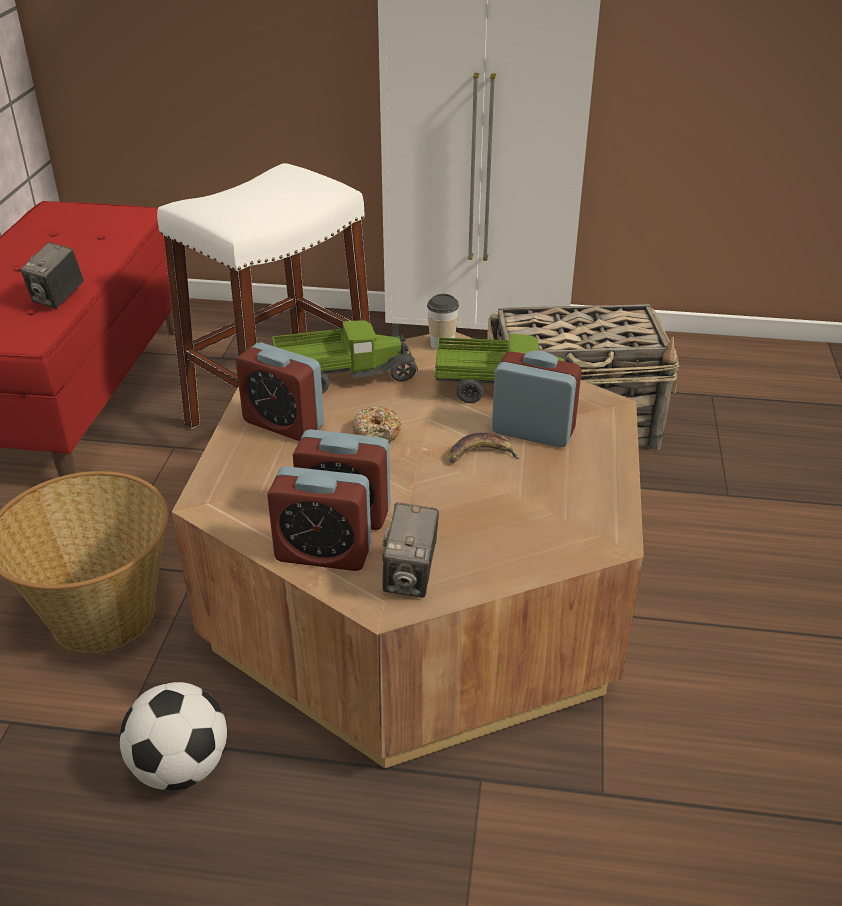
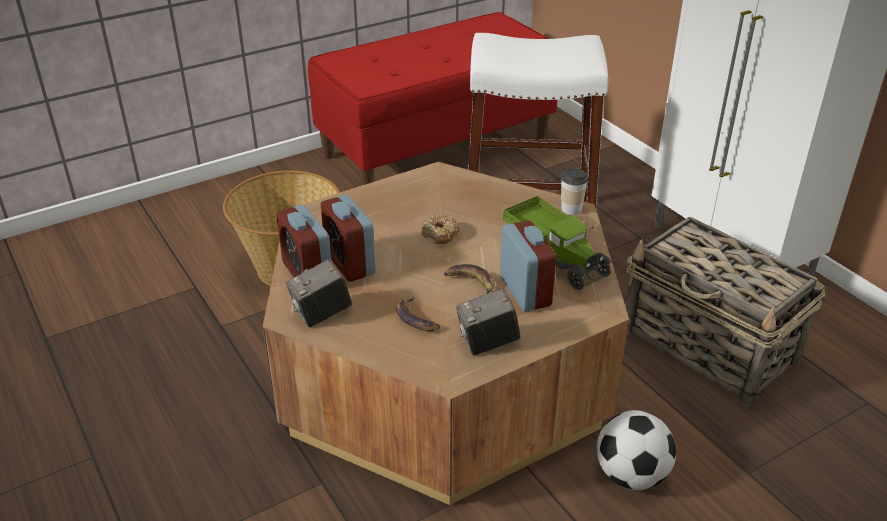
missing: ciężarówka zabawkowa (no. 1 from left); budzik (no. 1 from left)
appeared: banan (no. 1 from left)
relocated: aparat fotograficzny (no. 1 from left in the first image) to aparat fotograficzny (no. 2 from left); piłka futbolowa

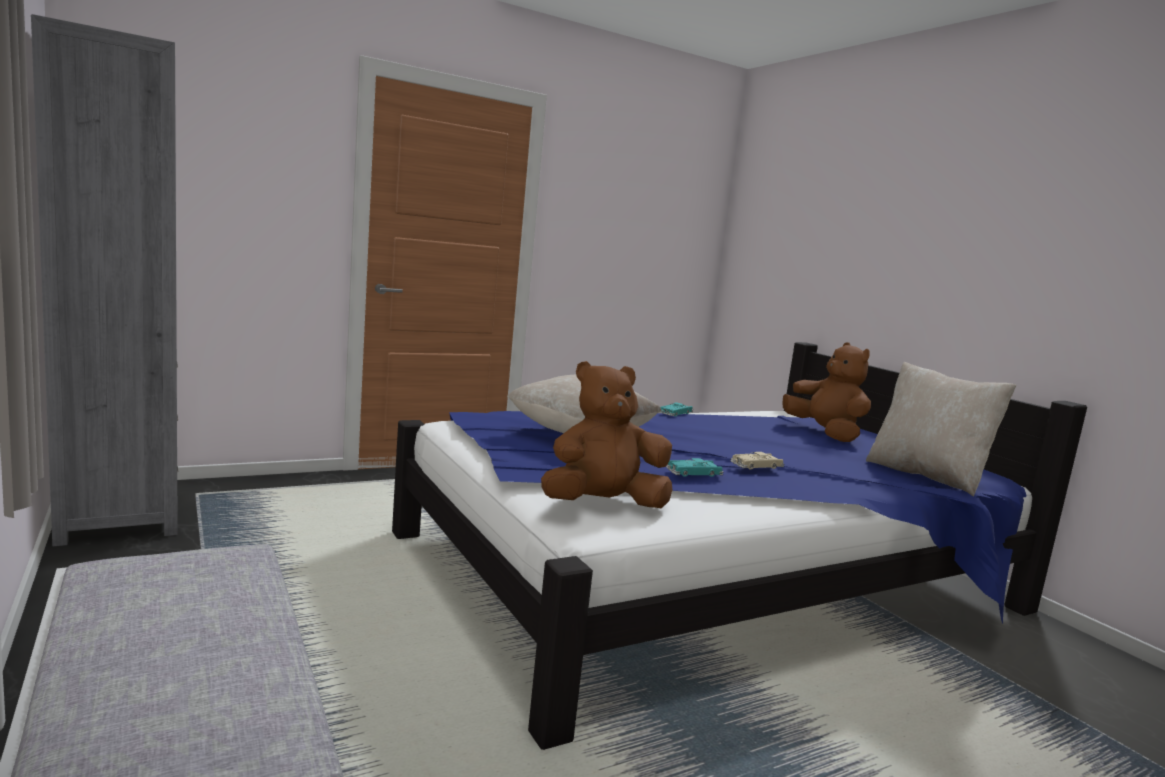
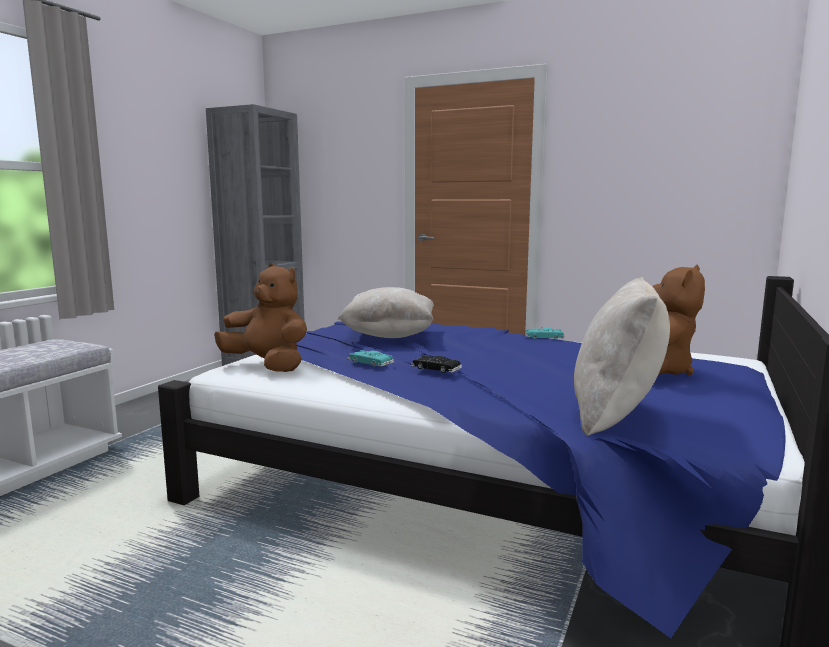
colour: samochodzik [beżowy] to samochodzik [czarny]

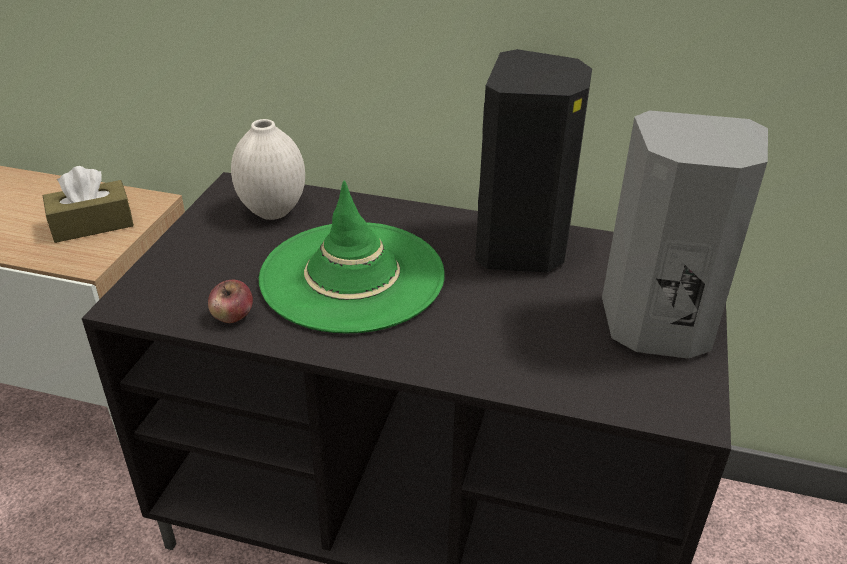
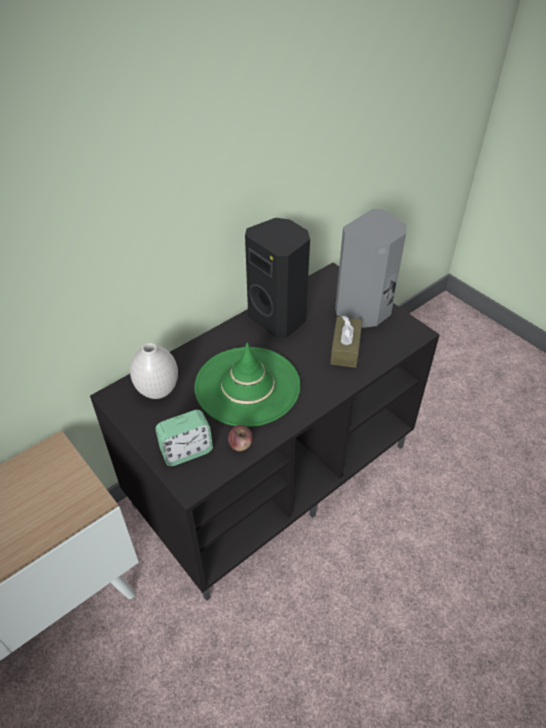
appeared: budzik
relocated: pudełko chusteczek [brązowy]

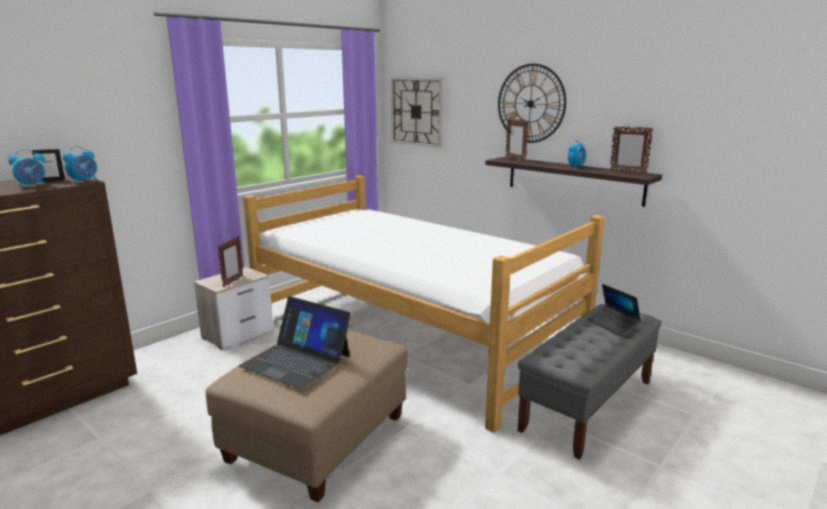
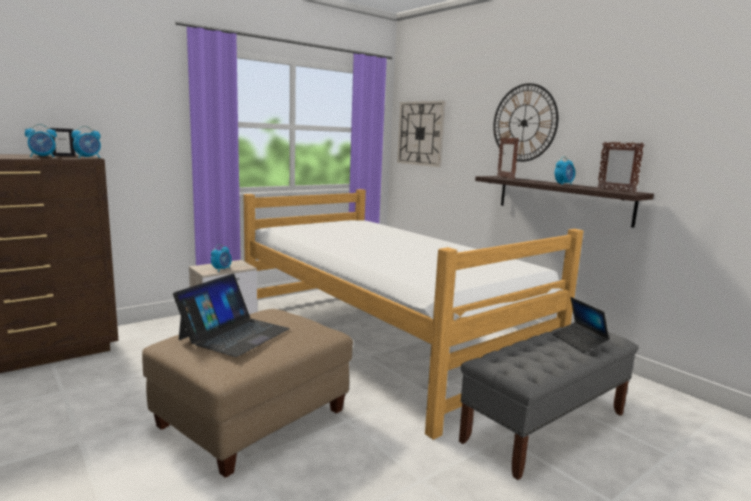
exchanged: ramka na zdjęcie (no. 2 from left) to budzik (no. 3 from left)
spun: laptop (no. 1 from left) 105 degrees counterclockwise

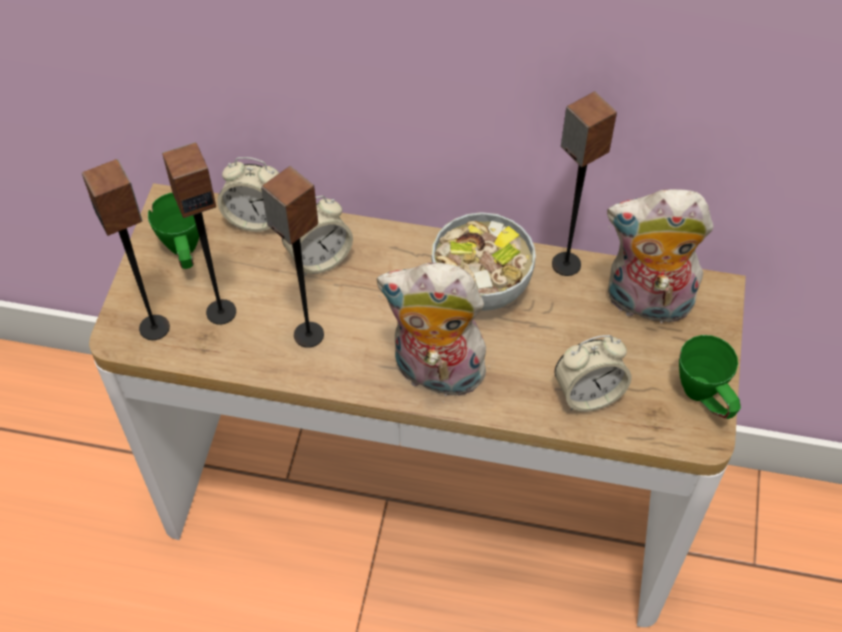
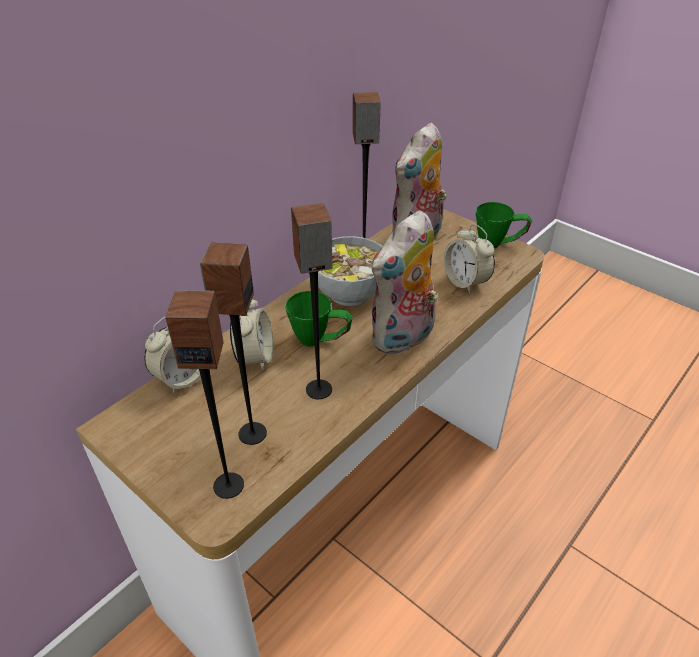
relocated: kubek [zielony] (no. 1 from left)
spun: budzik (no. 3 from left) 135 degrees clockwise

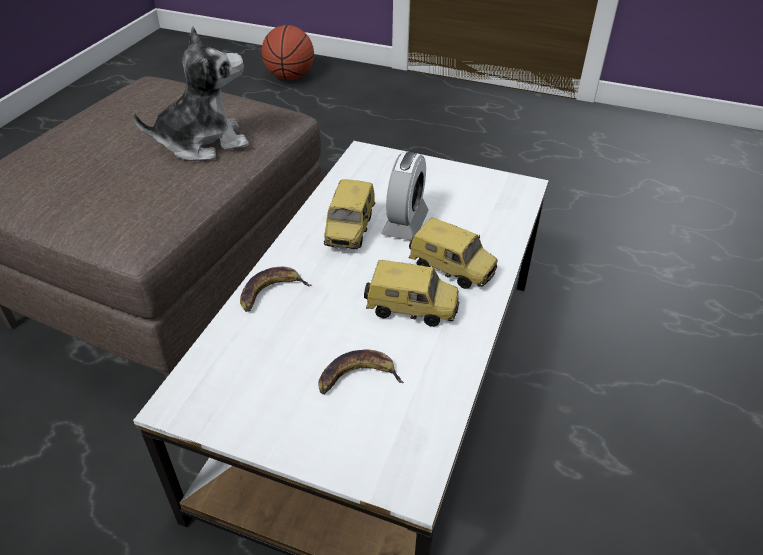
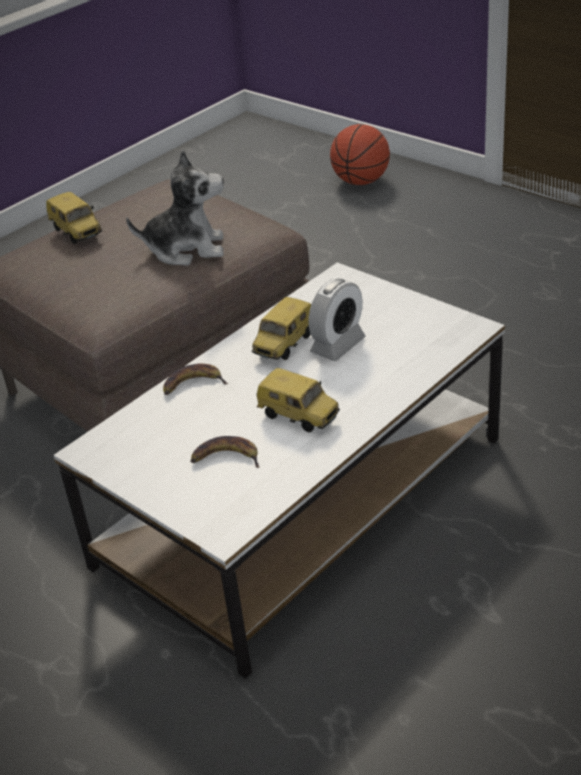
relocated: samochodzik (no. 3 from left in the first image) to samochodzik (no. 1 from left)

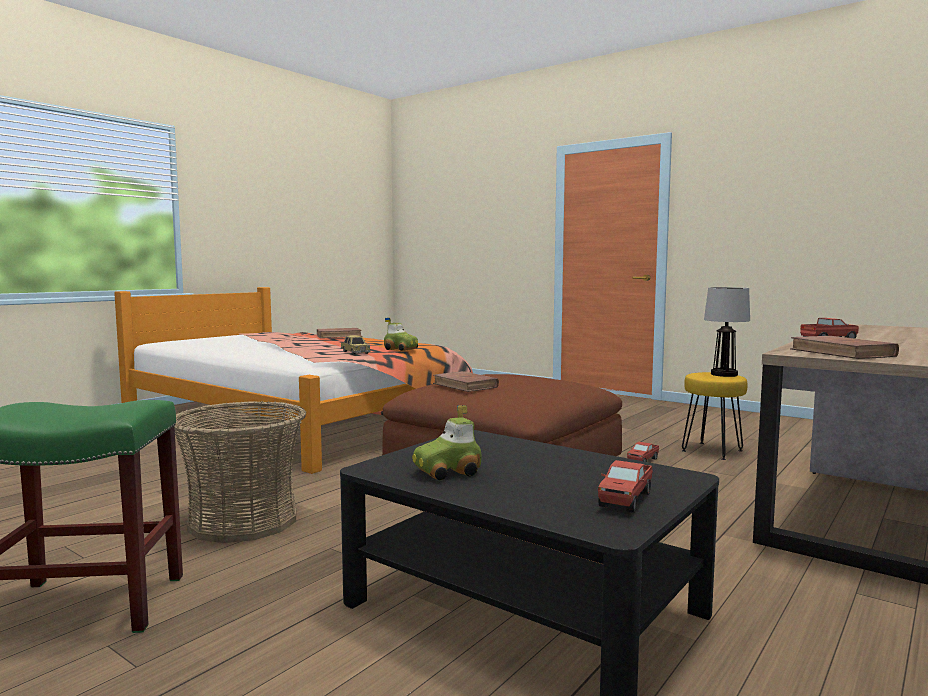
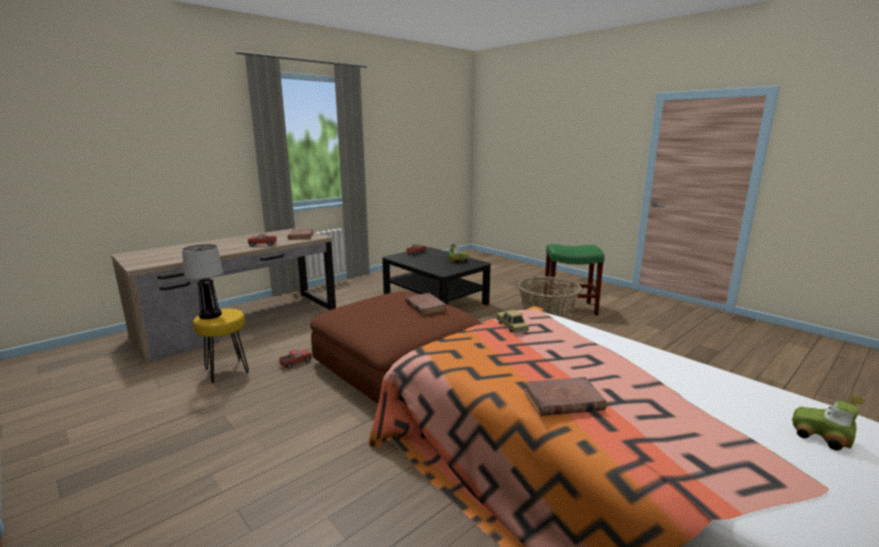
relocated: samochodzik (no. 2 from left in the first image) to samochodzik (no. 3 from left)

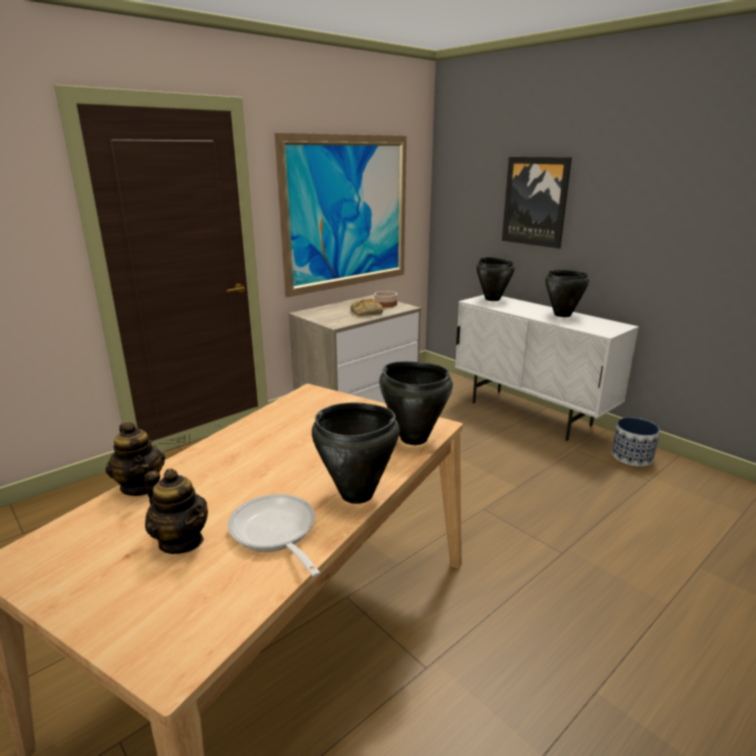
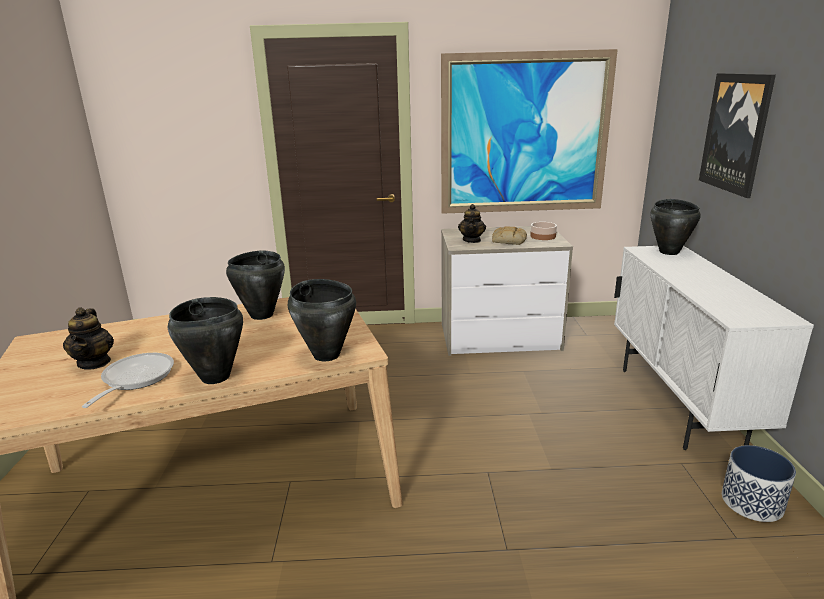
relocated: garnek [czarny] (no. 4 from left in the first image) to garnek [czarny] (no. 2 from left); imbryk (no. 1 from left in the first image) to imbryk (no. 2 from left)

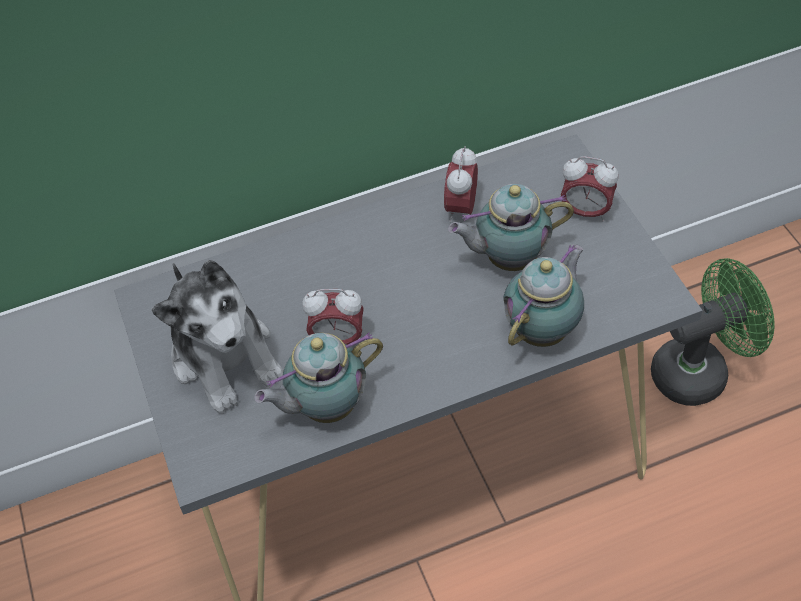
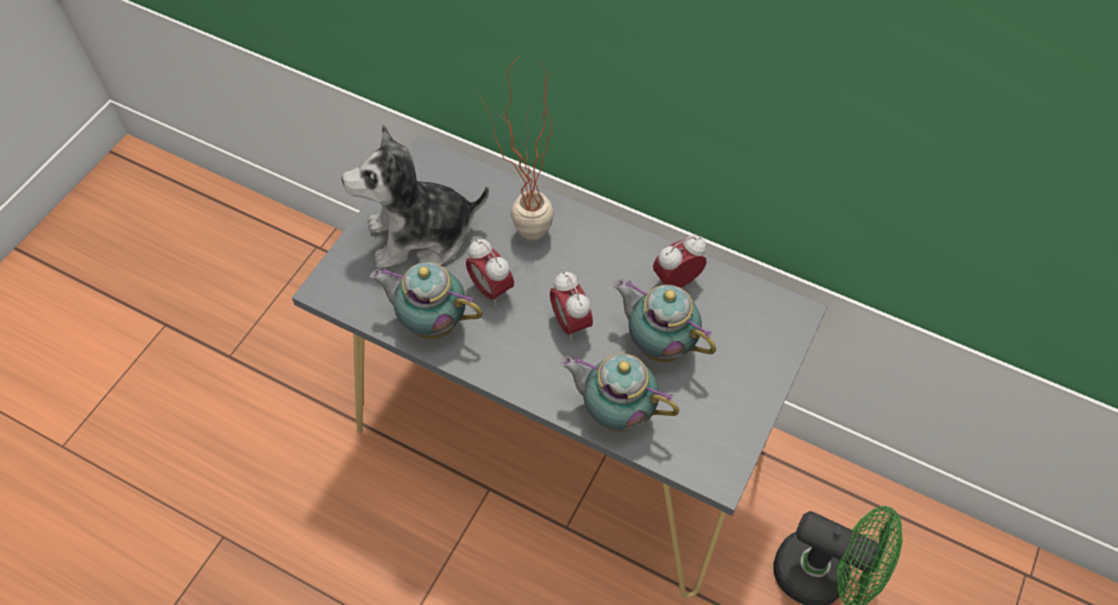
appeared: roślina doniczkowa
relocated: budzik (no. 3 from left in the first image) to budzik (no. 2 from left)
spun: imbryk (no. 3 from left in the first image) 150 degrees counterclockwise; pluszak 60 degrees clockwise

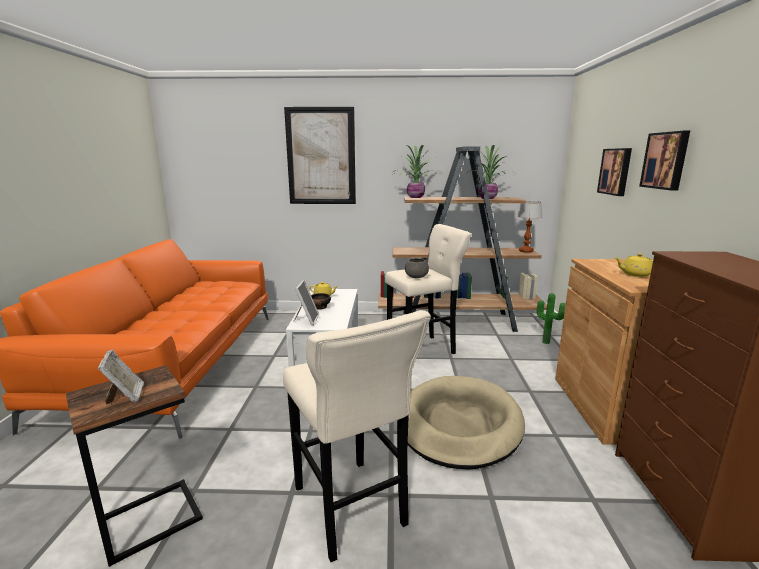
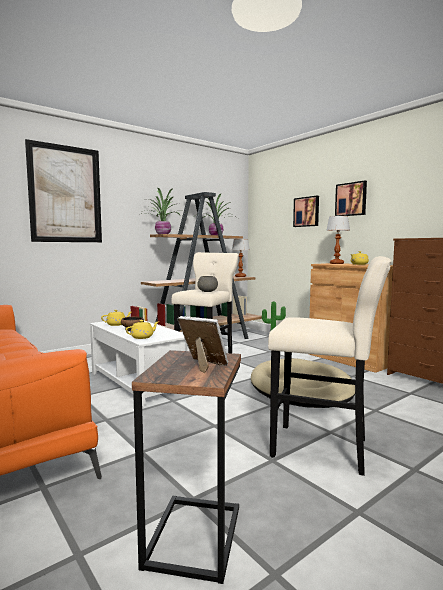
appeared: lampa stołowa (no. 2 from left)
exchanged: ramka na zdjęcie (no. 2 from left) to imbryk [żółty] (no. 2 from left)

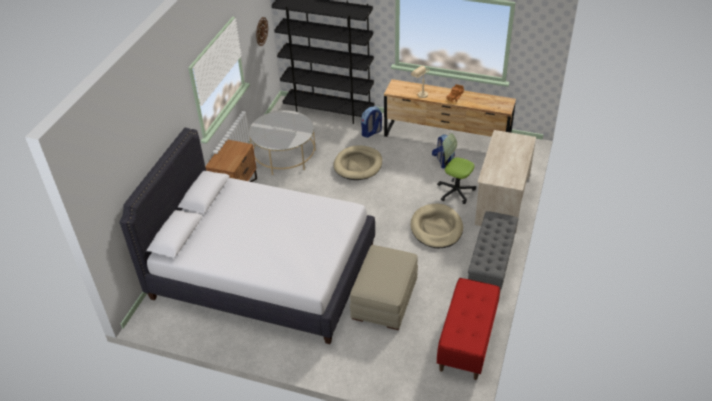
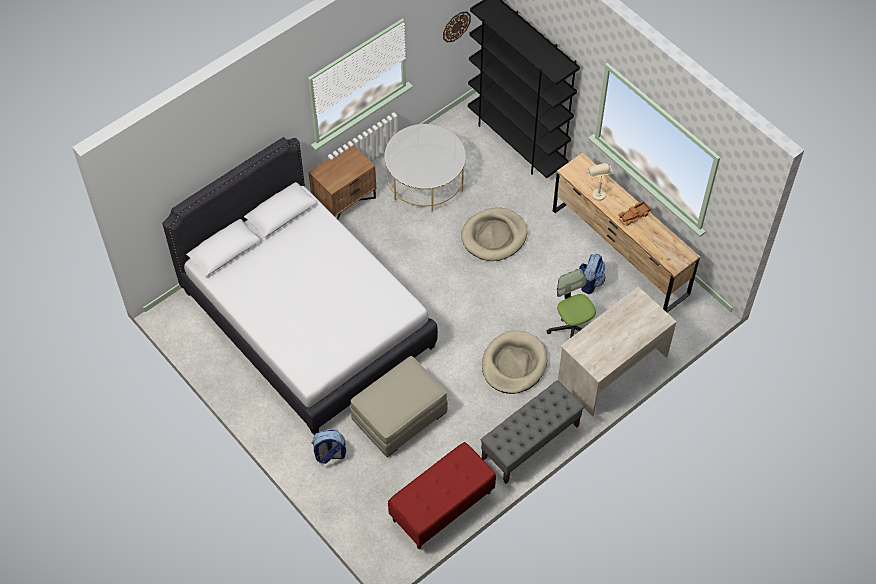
relocated: plecak (no. 1 from left)

